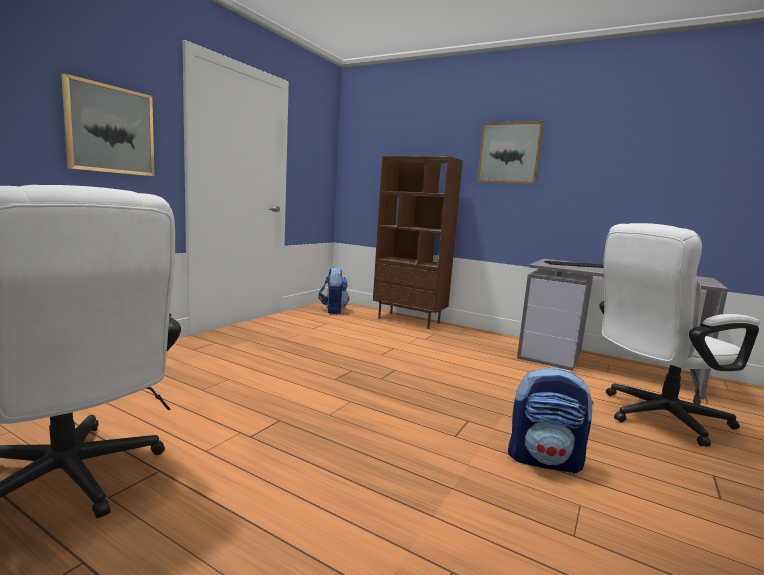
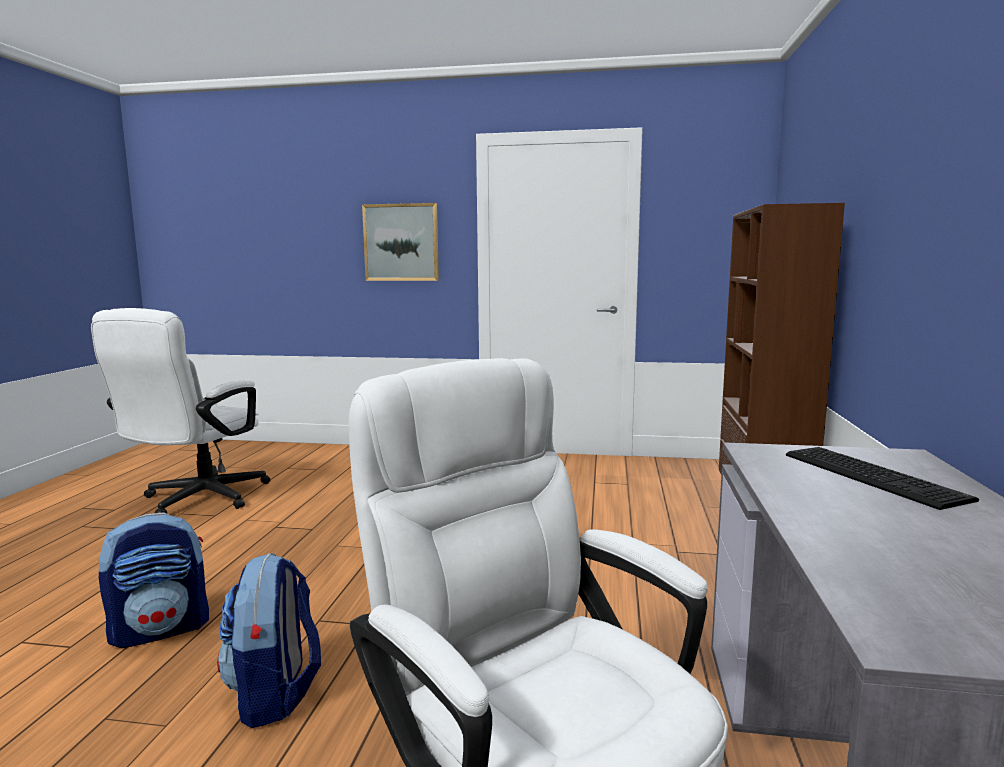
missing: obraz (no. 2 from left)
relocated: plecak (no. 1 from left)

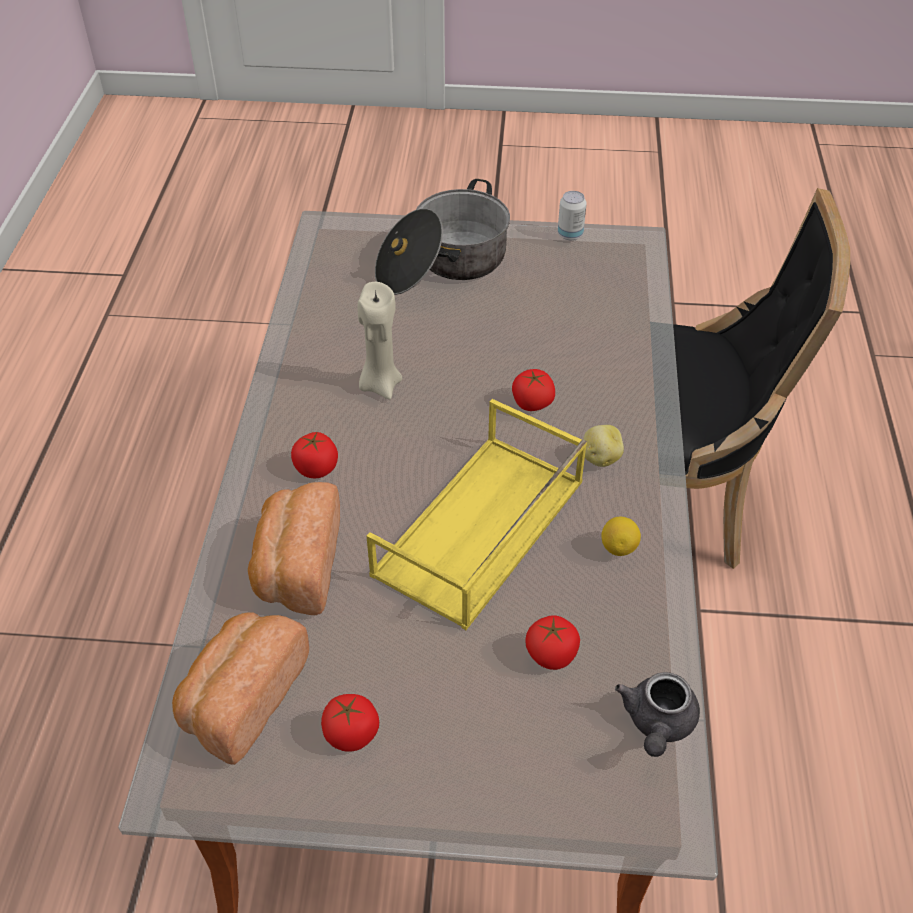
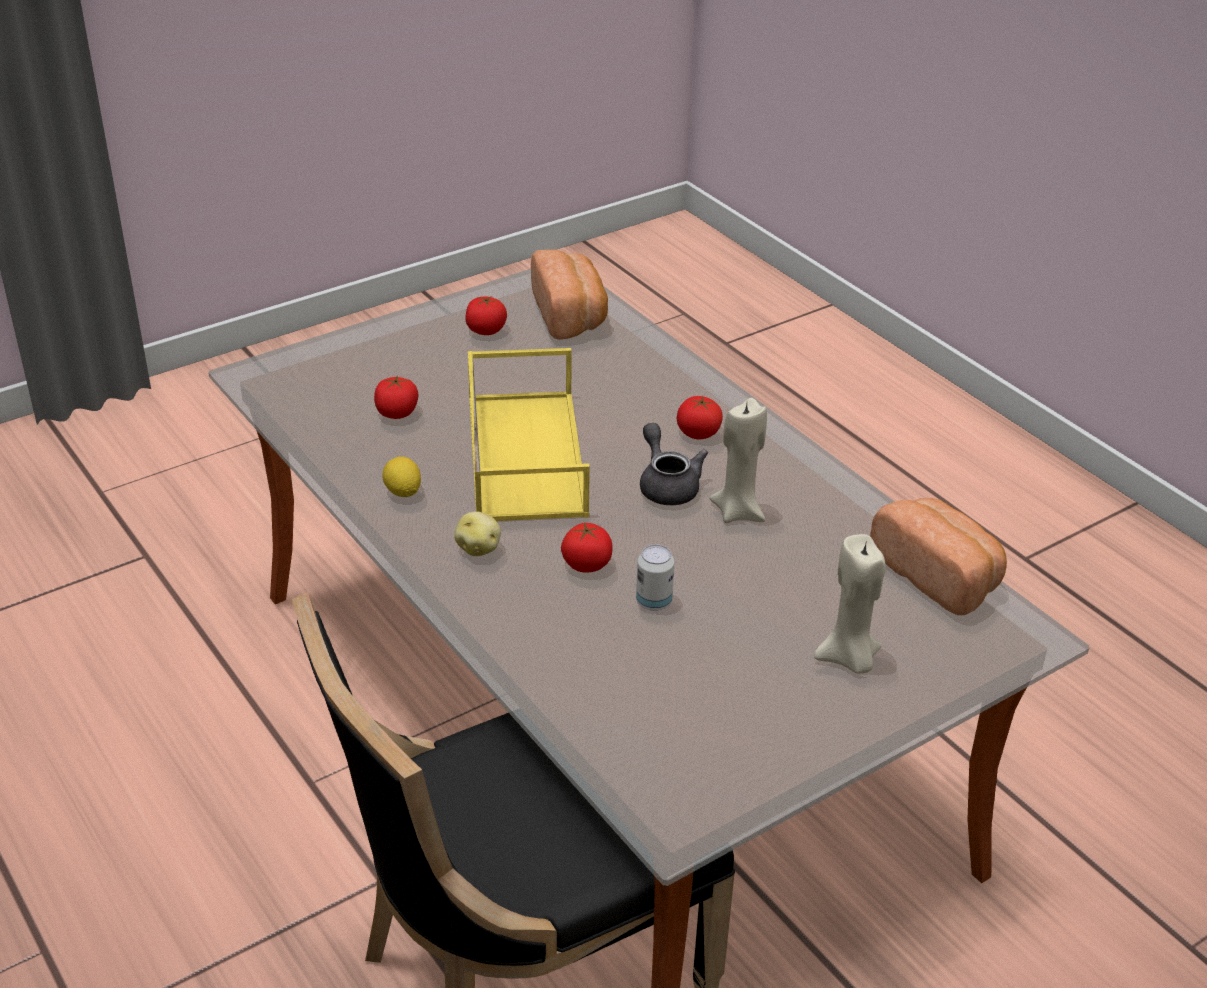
relocated: puszka; chleb (no. 2 from left); imbryk [szary]
exchanged: garnek to świeca [beżowy] (no. 2 from left)

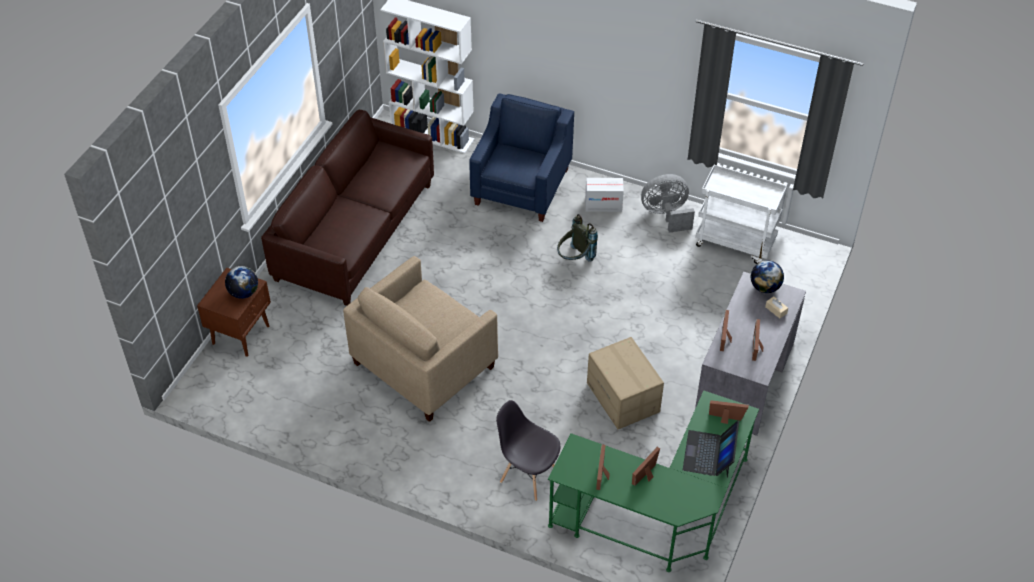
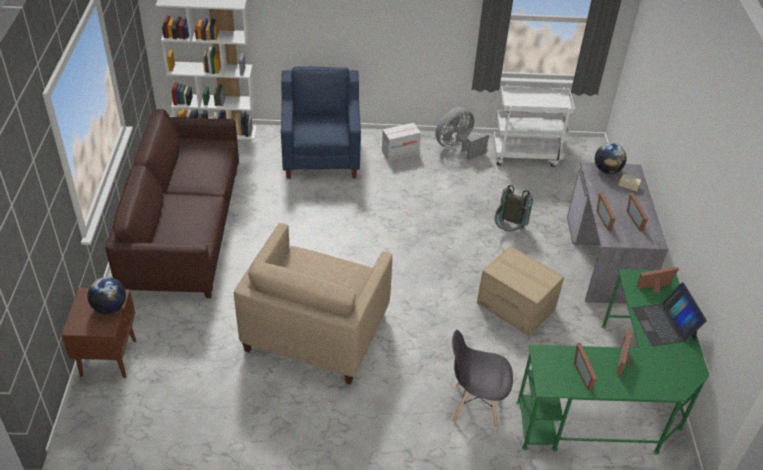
relocated: plecak [szary]

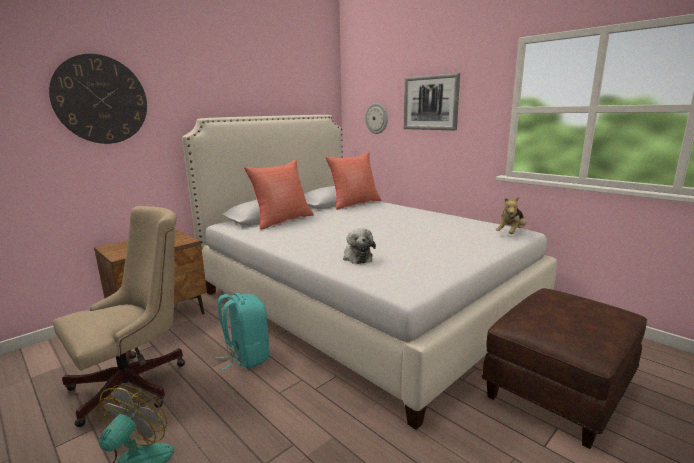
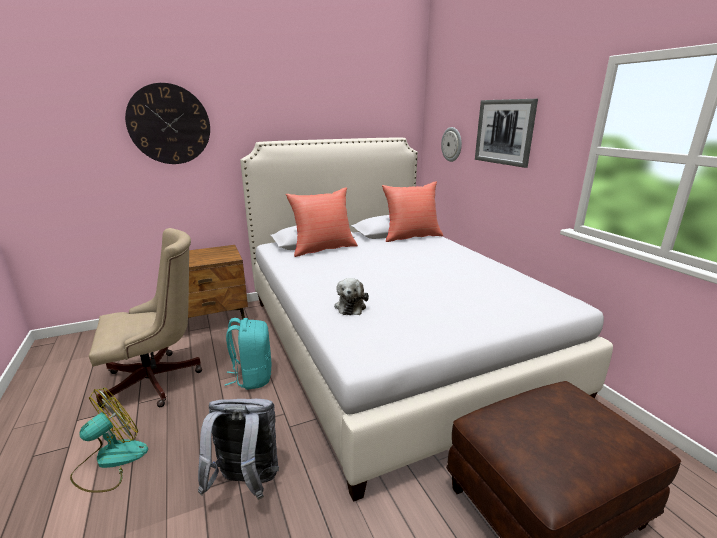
missing: pluszak (no. 2 from left)
appeared: plecak [szary]

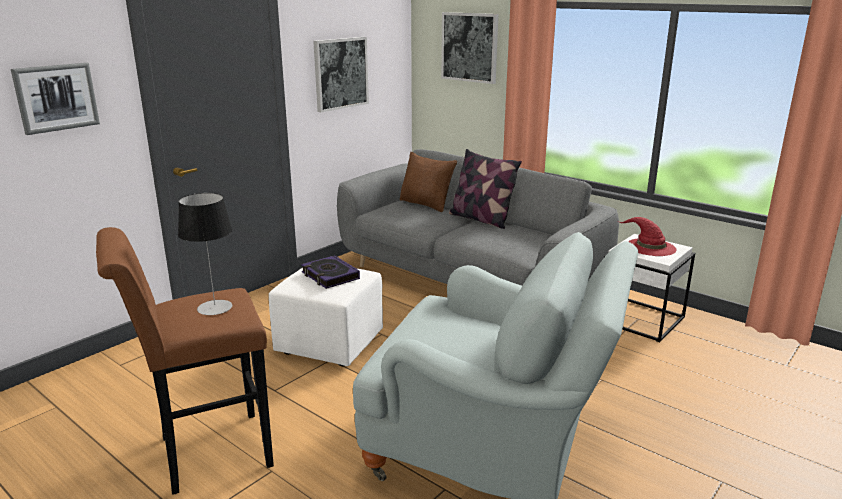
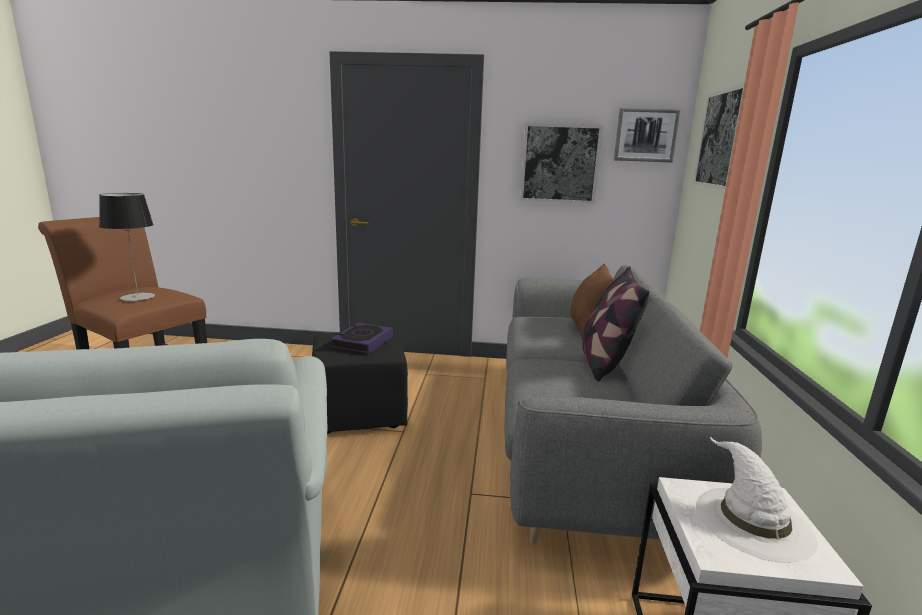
relocated: obraz (no. 1 from left in the first image) to obraz (no. 2 from left)
colour: kapelusz [czerwony] to kapelusz [biały]; pufa [biały] to pufa [czarny]

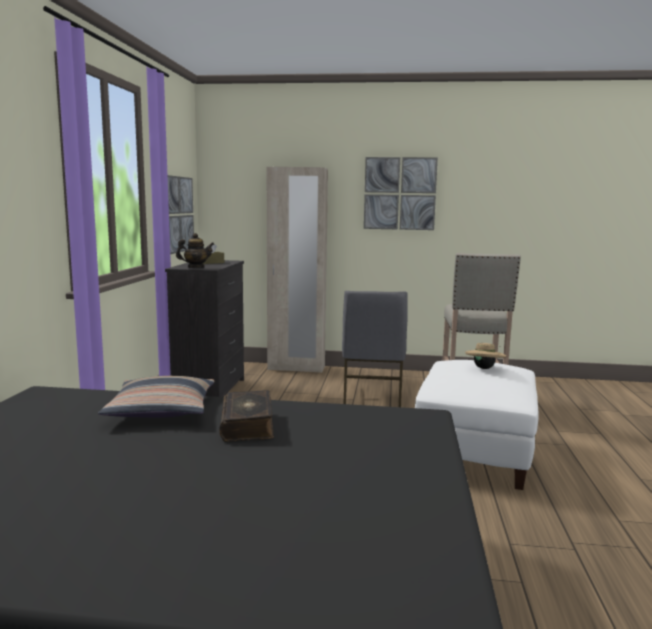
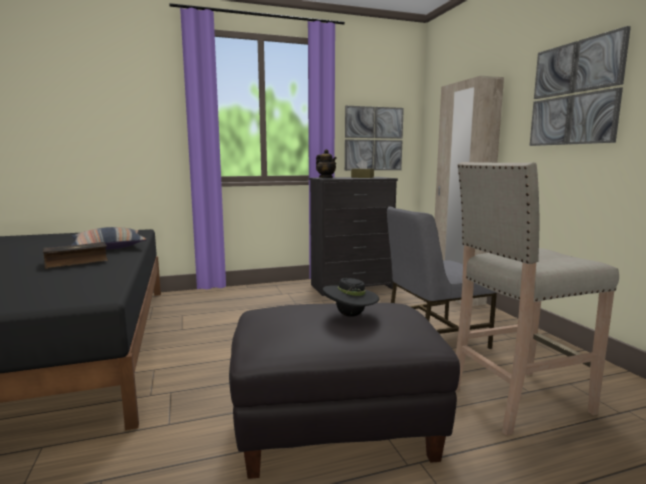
colour: kapelusz [beżowy] to kapelusz [czarny]; pufa [biały] to pufa [czarny]

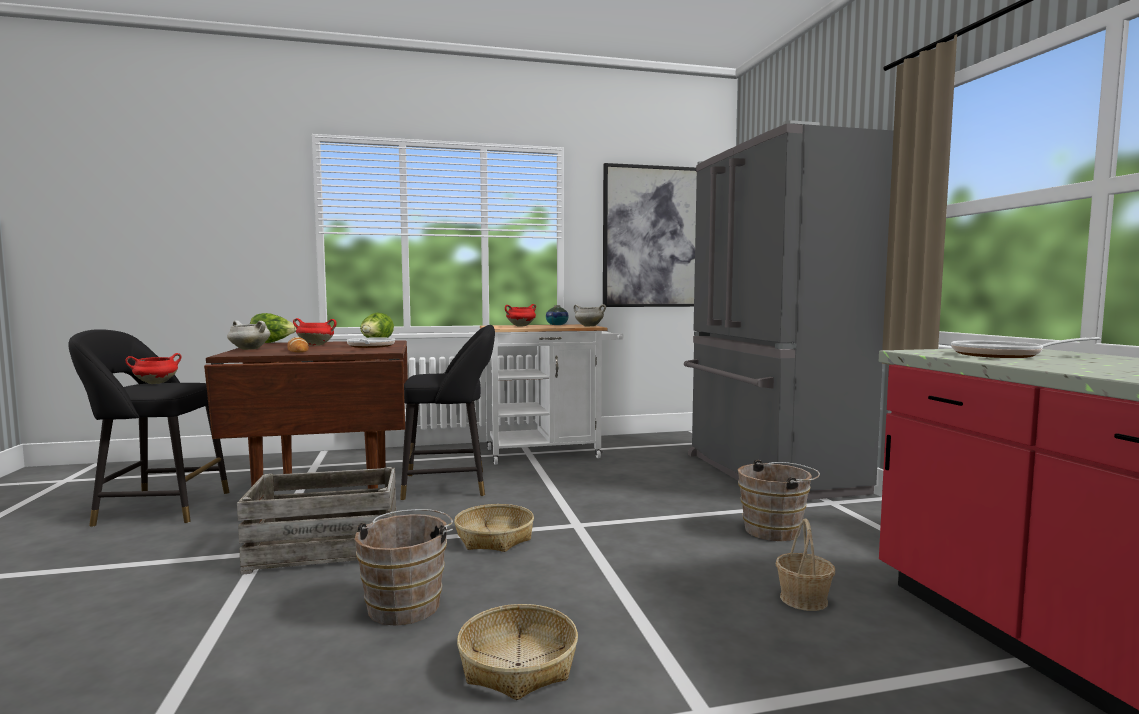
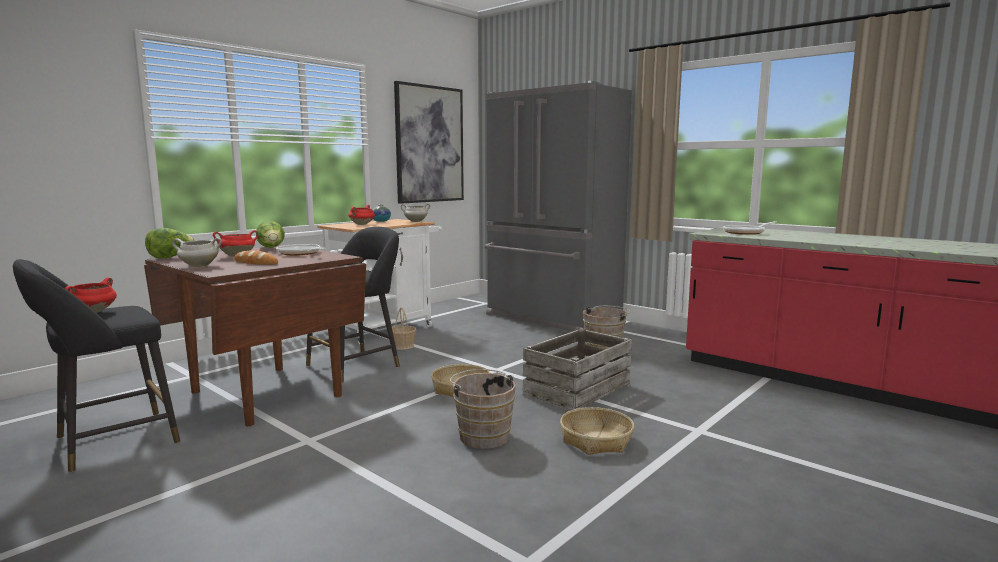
relocated: skrzynka; koszyk (no. 3 from left in the first image) to koszyk (no. 1 from left)

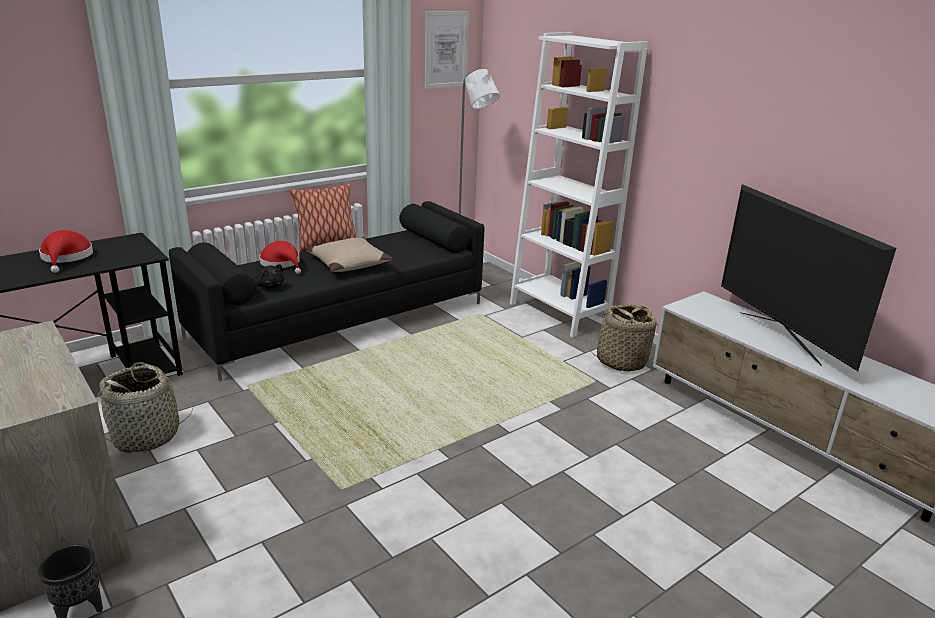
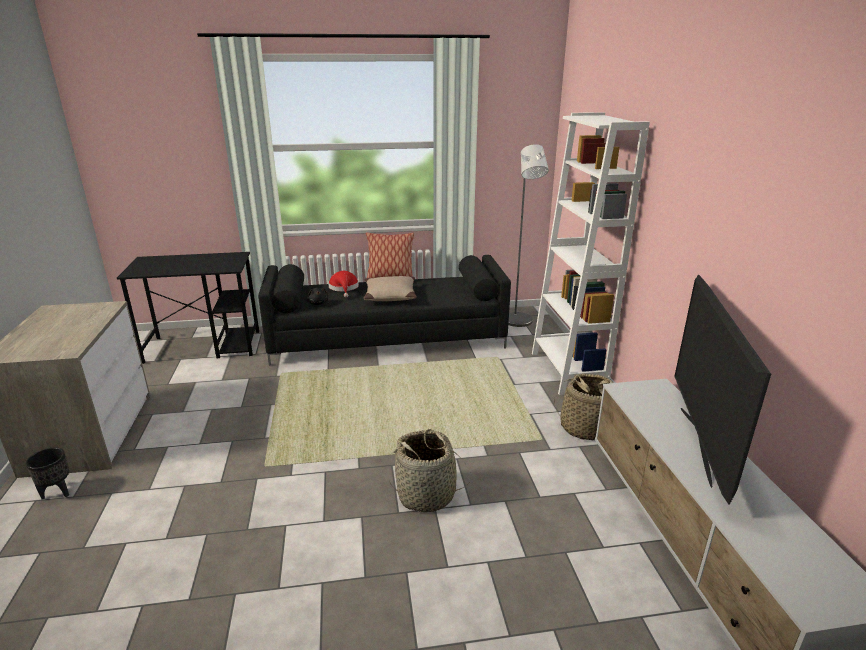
missing: obraz; kapelusz [czerwony] (no. 1 from left)
relocated: koszyk (no. 1 from left)

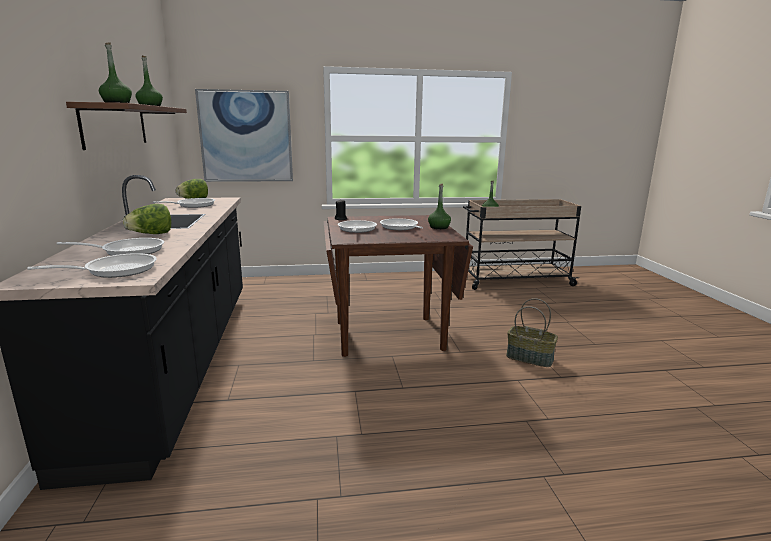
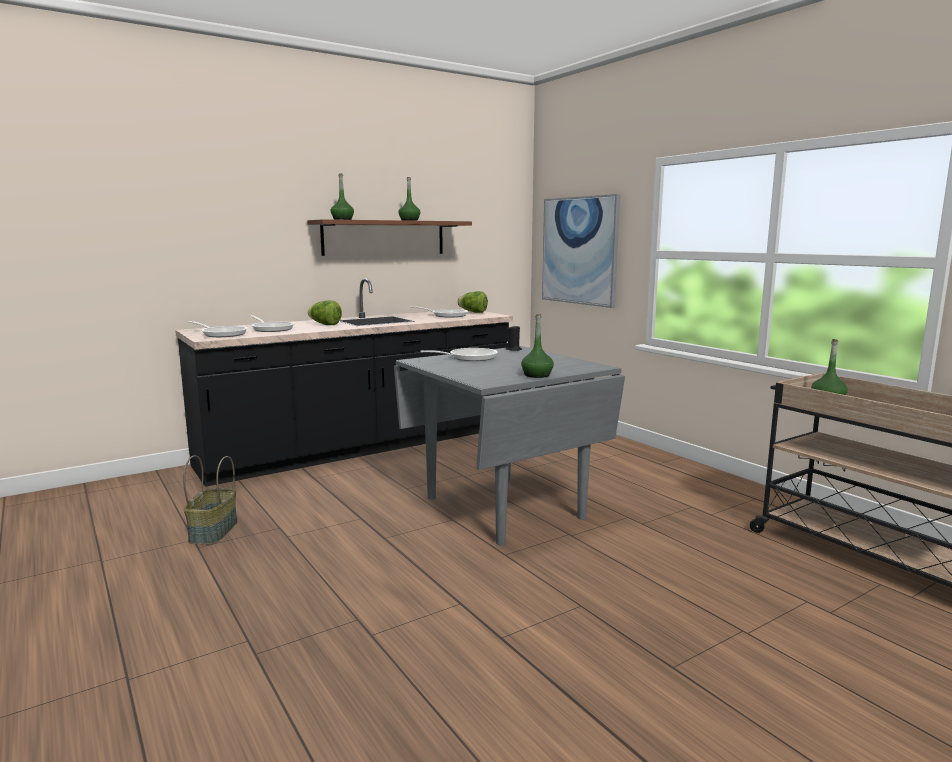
missing: patelnia (no. 5 from left)
relocated: koszyk
colour: stół jadalny [brązowy] to stół jadalny [szary]

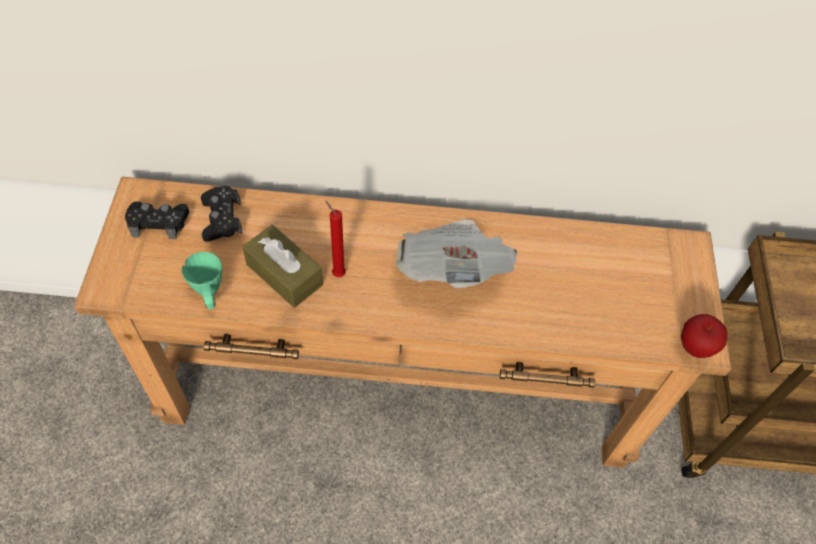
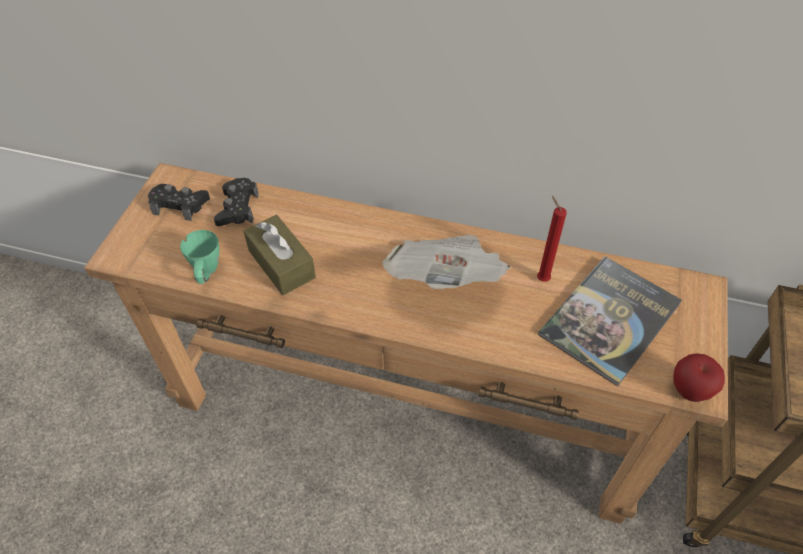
appeared: książka
relocated: świeca [czerwony]

